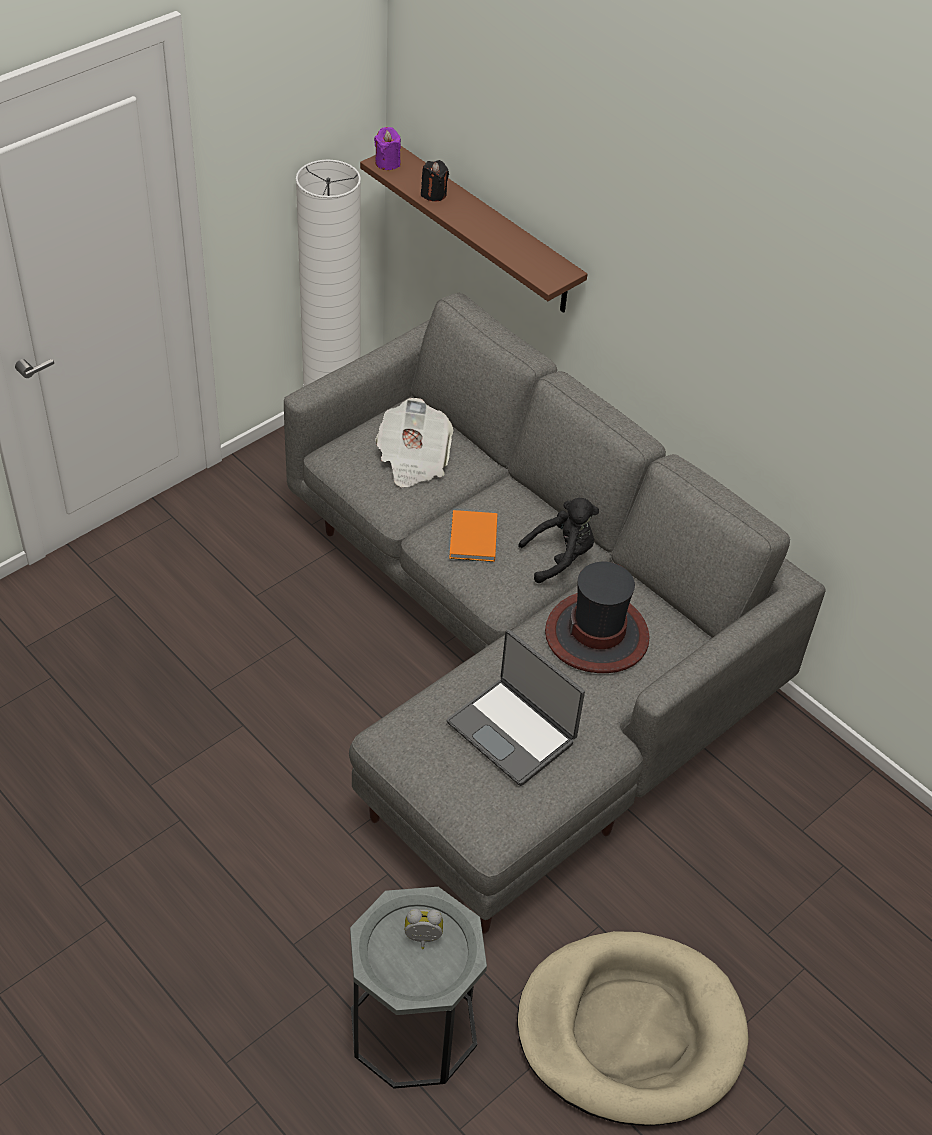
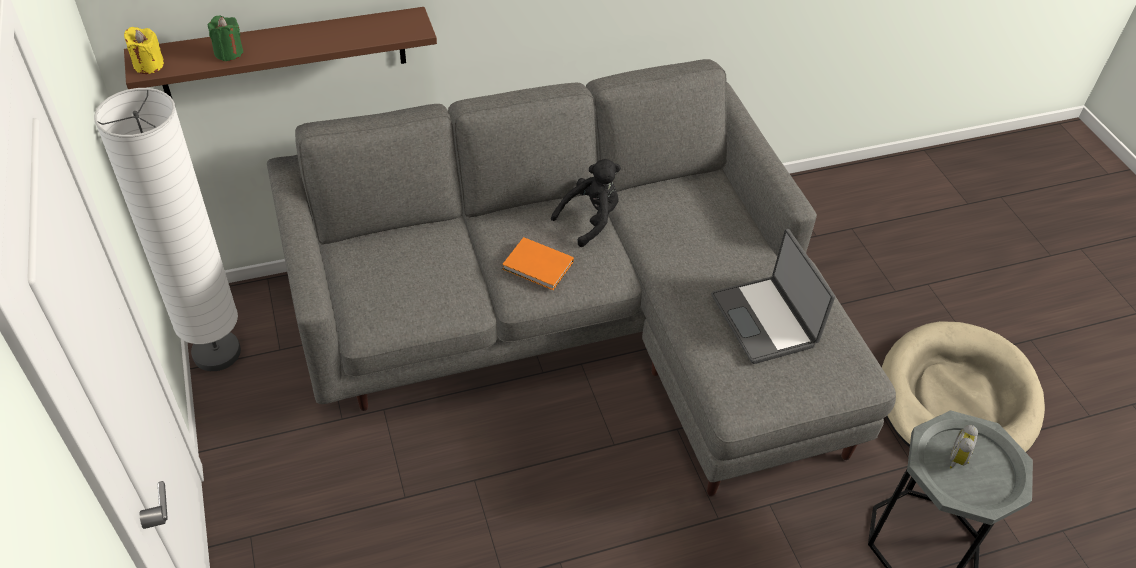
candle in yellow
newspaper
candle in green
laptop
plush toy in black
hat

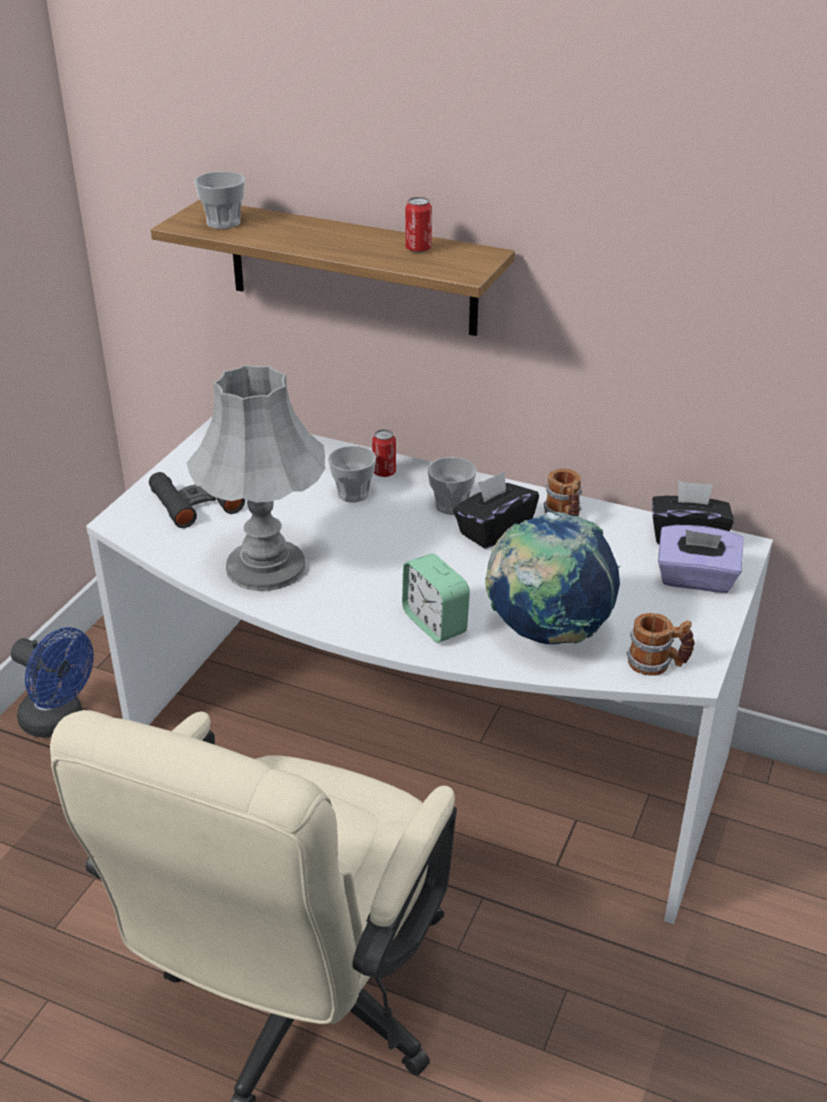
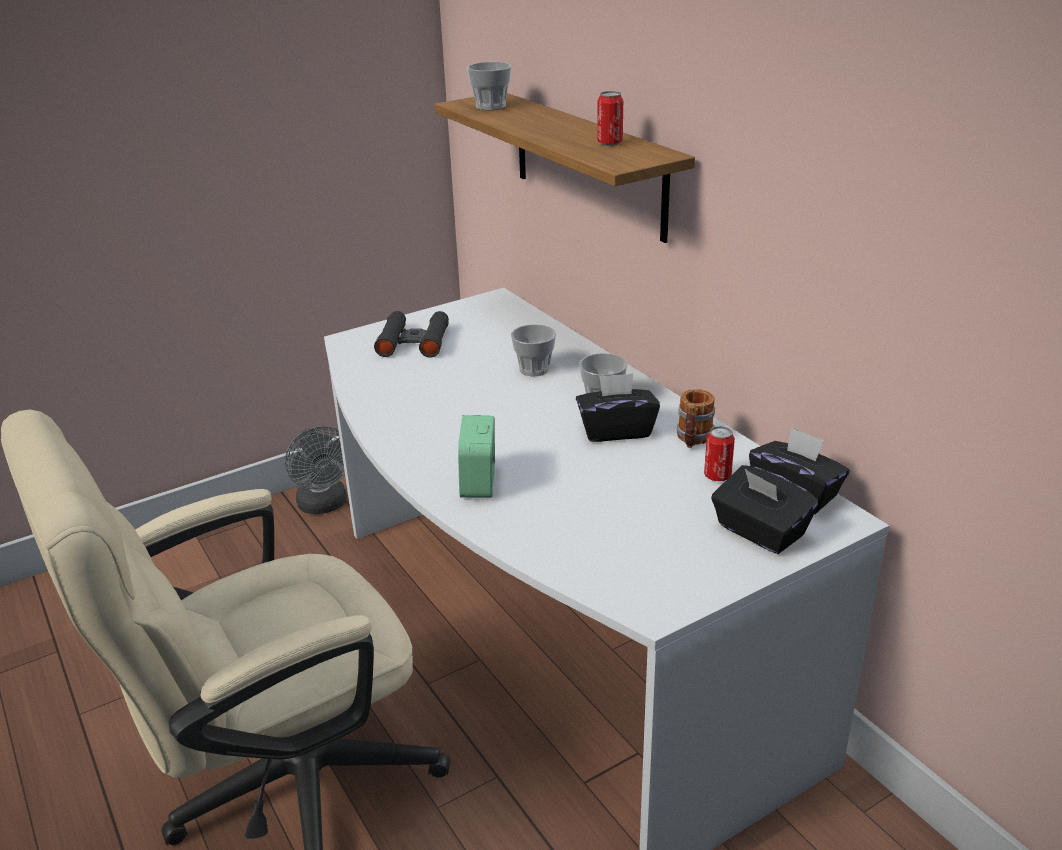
fan in grey
table lamp in grey
can (2nd from left)
globe
mug (2nd from left in the first image)
tissue box in black (2nd from left)

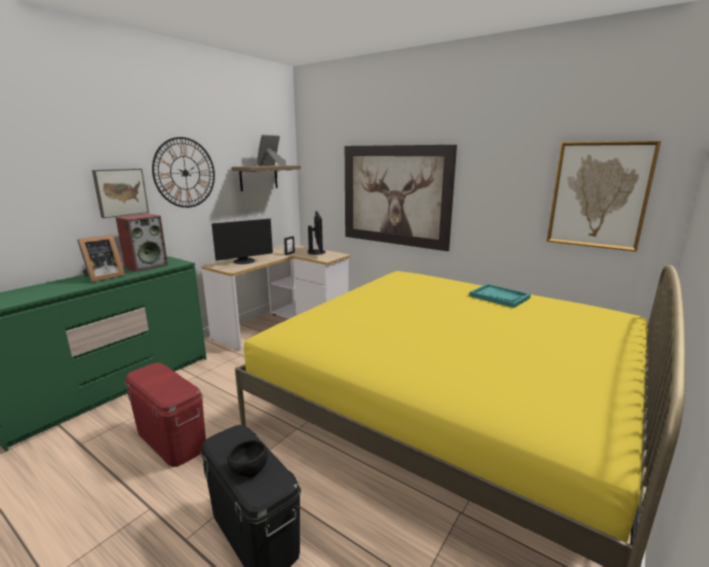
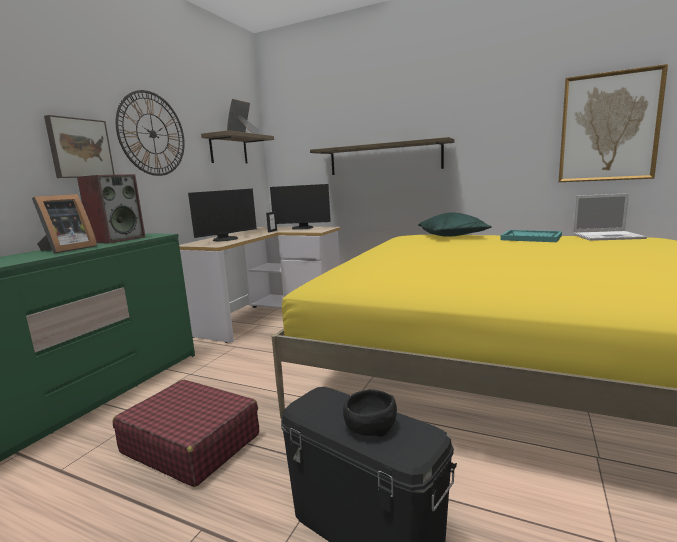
suitcase in red
monitor (2nd from left)
shelf (2nd from left)
pillow in green
laptop

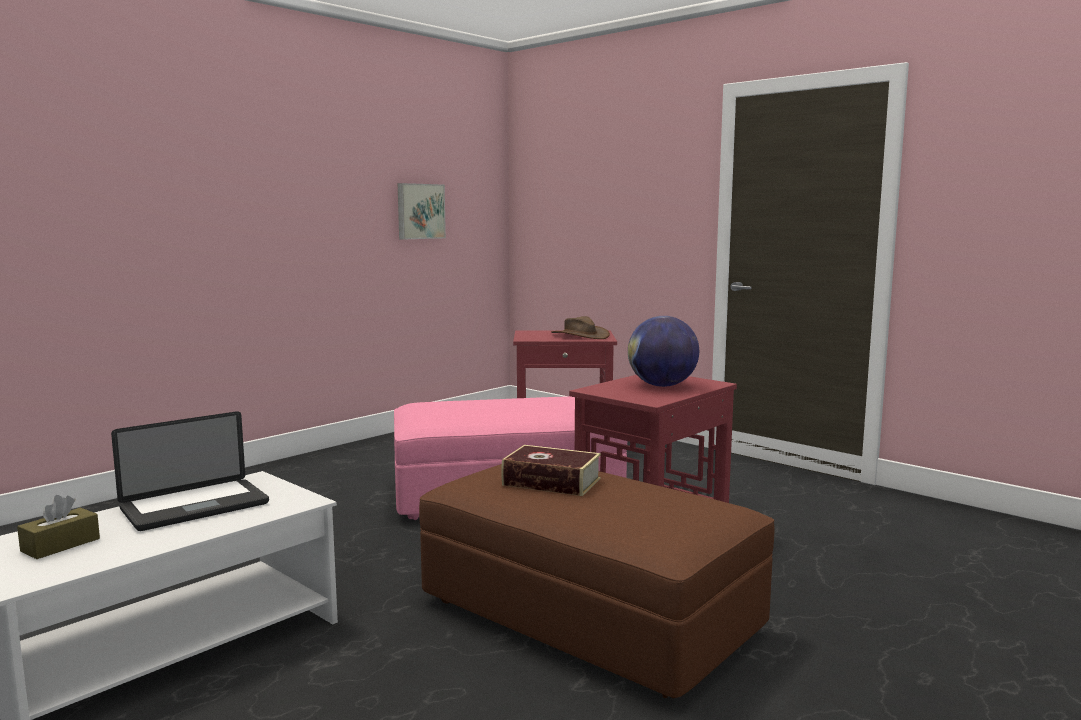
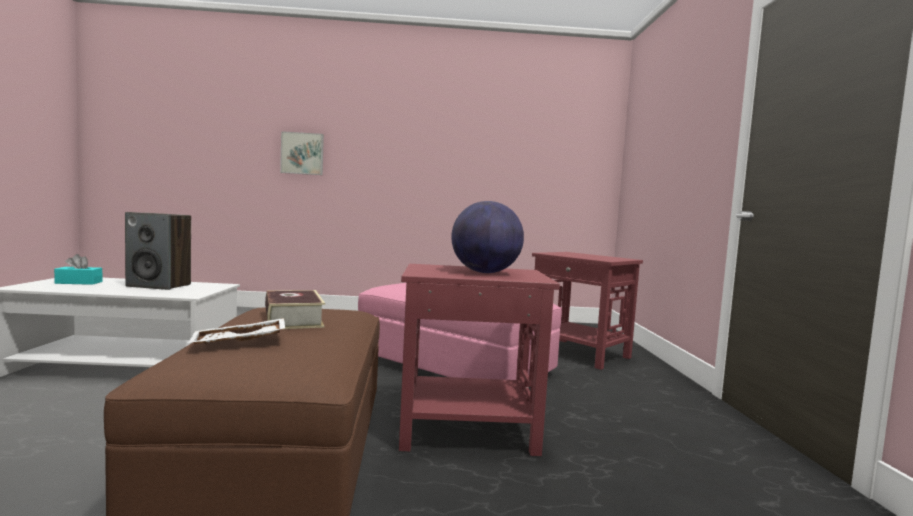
tissue box in turquoise
speaker
picture
hat in brown
tray in white

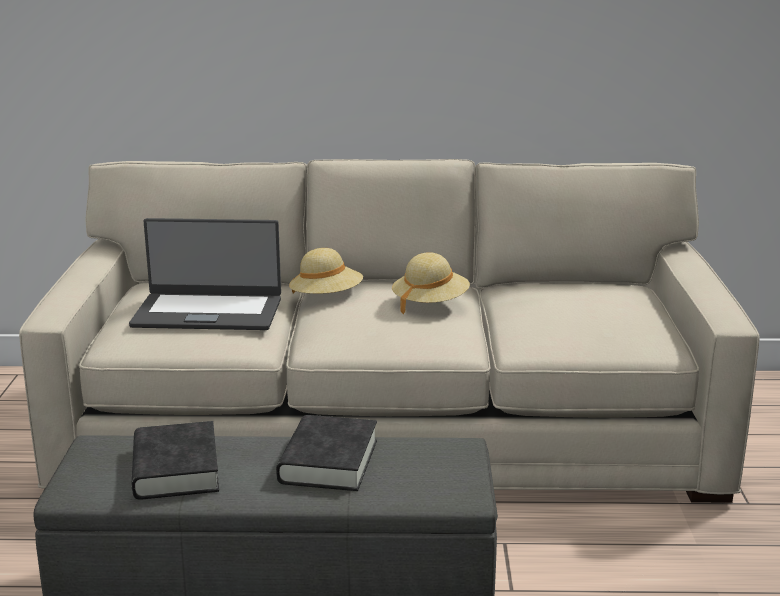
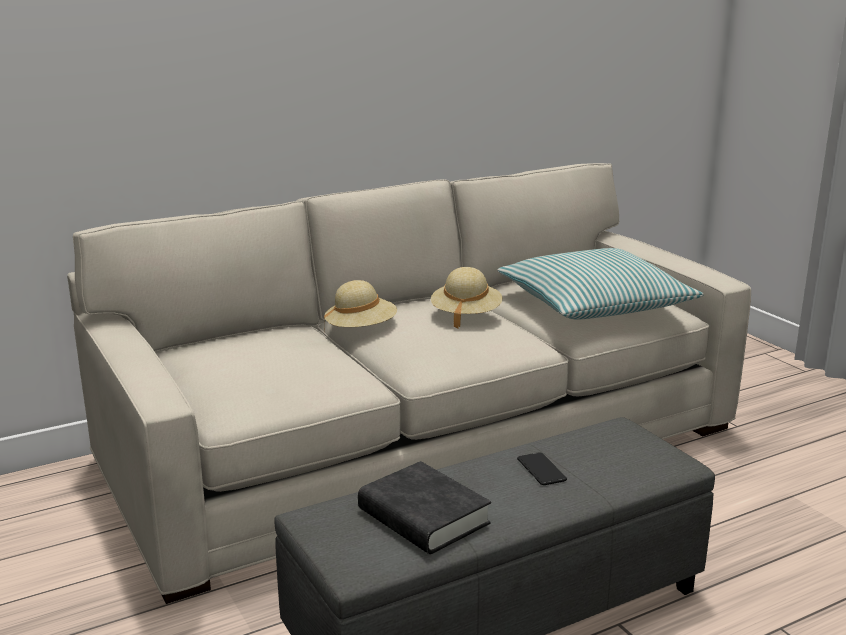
laptop
phone
pillow

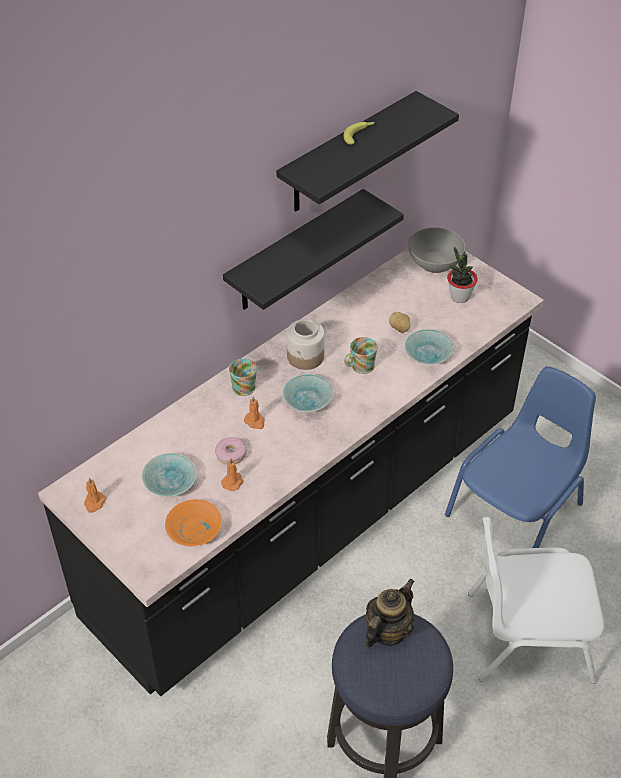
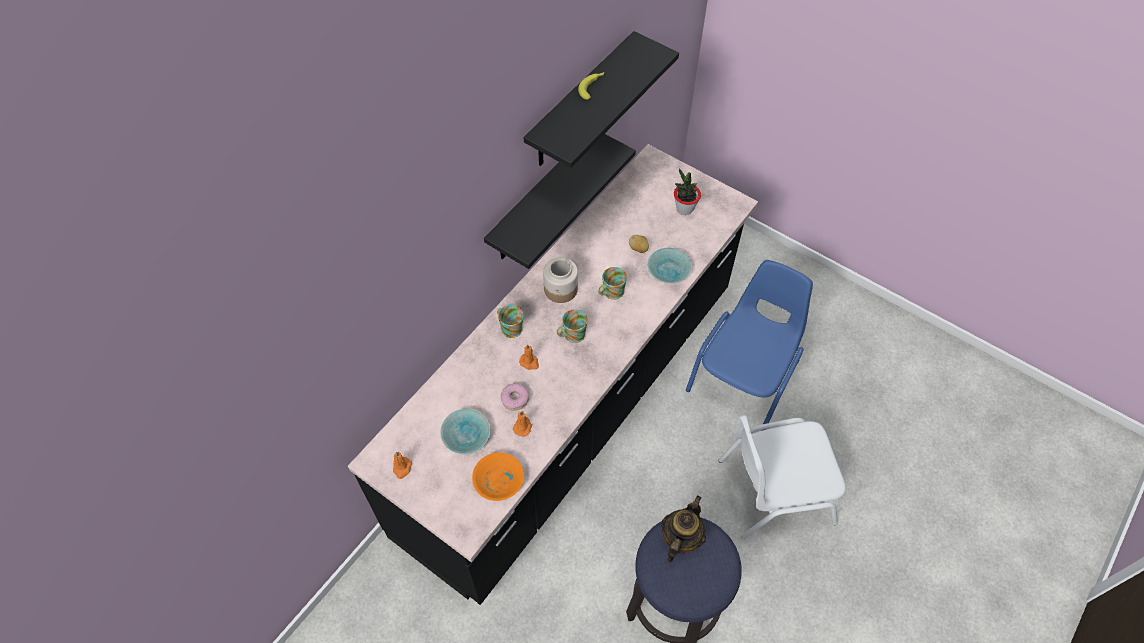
mug (2nd from left)
bowl in grey

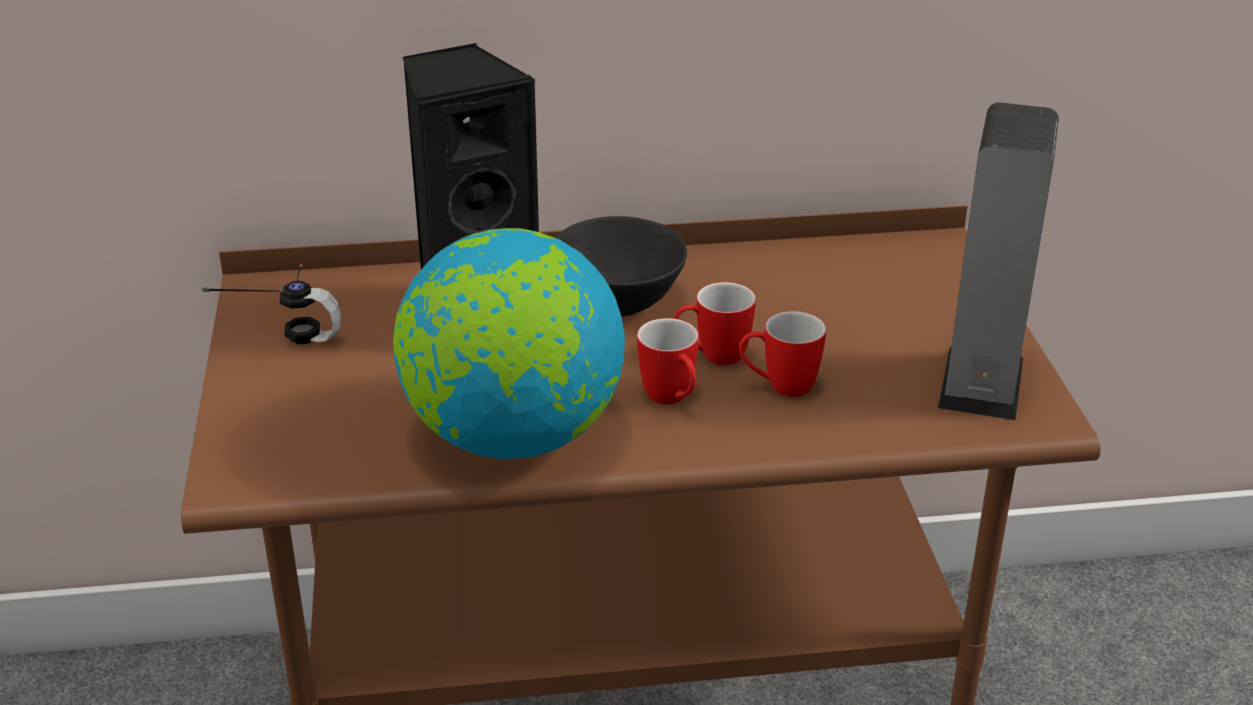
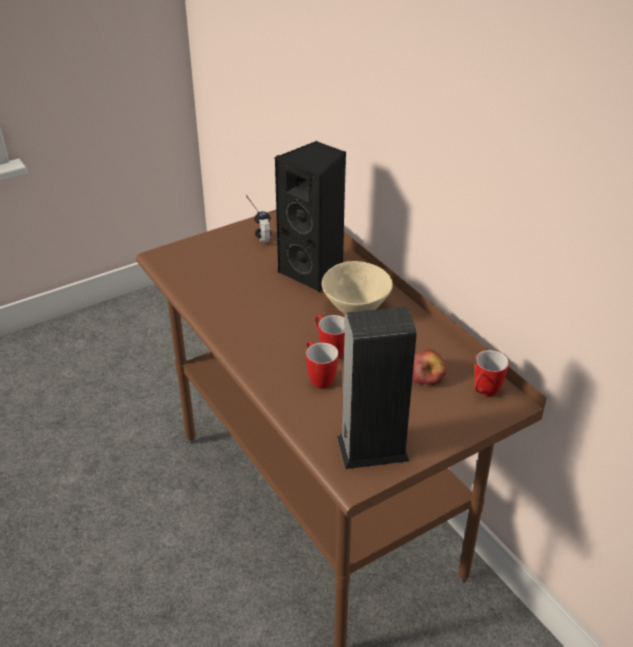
globe
bowl in beige
mug (3rd from left)
apple

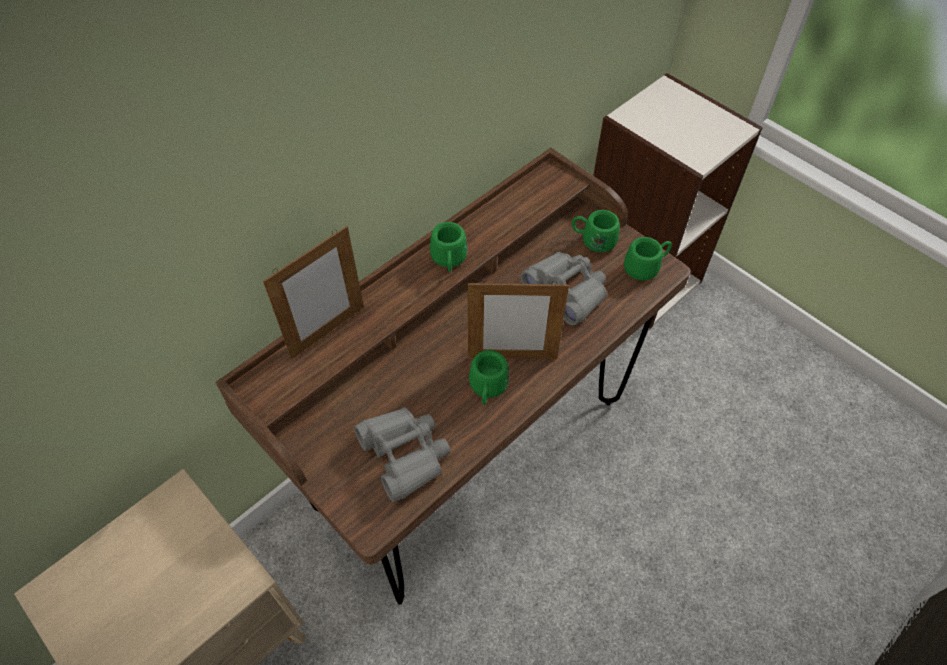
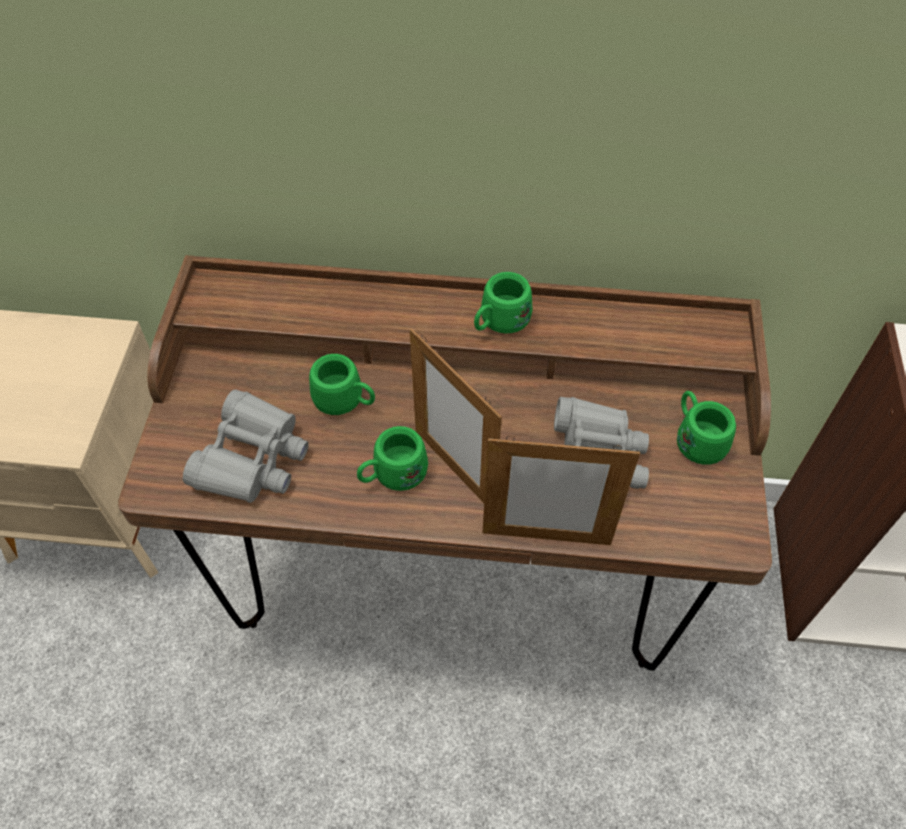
picture frame (2nd from left)
mug in green (1st from left)

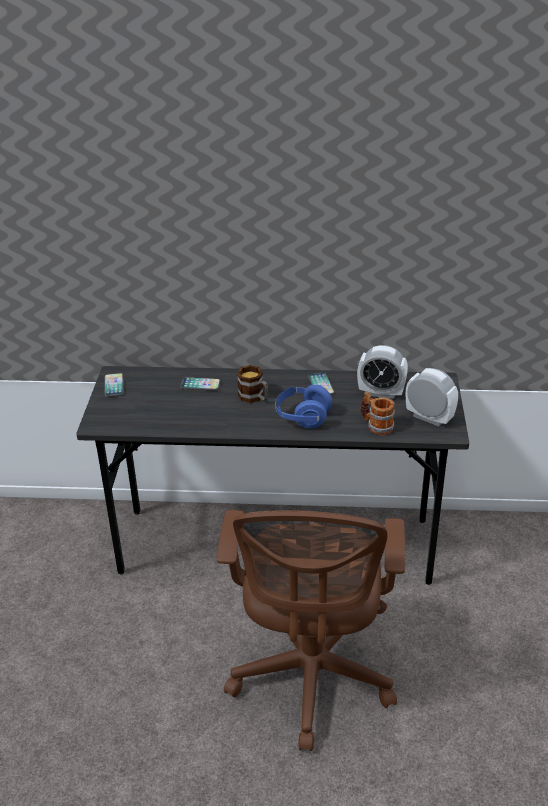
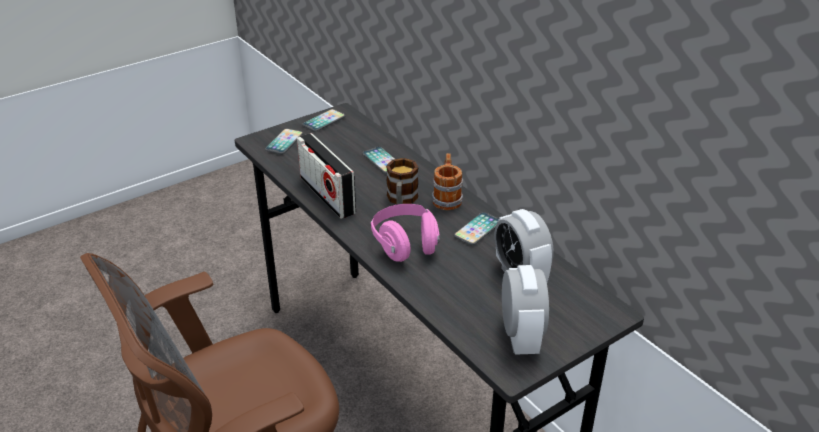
headphones in pink
mug (2nd from left)
phone (1st from left)
radio

